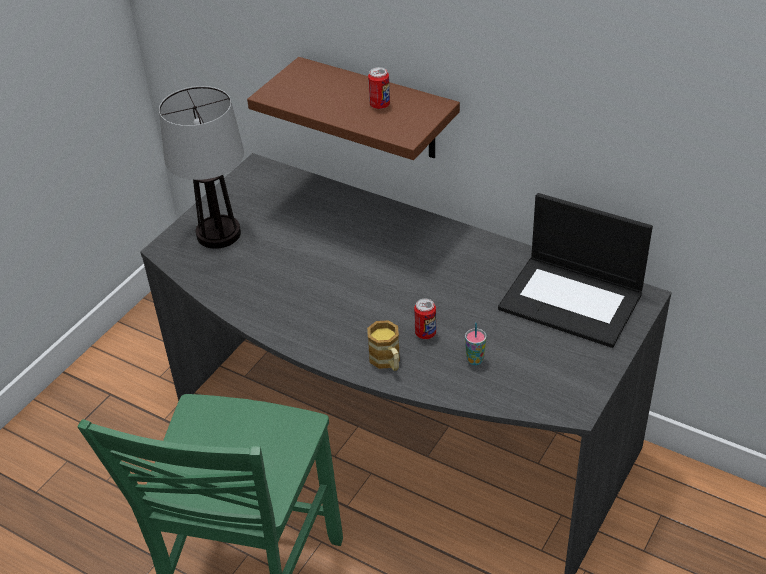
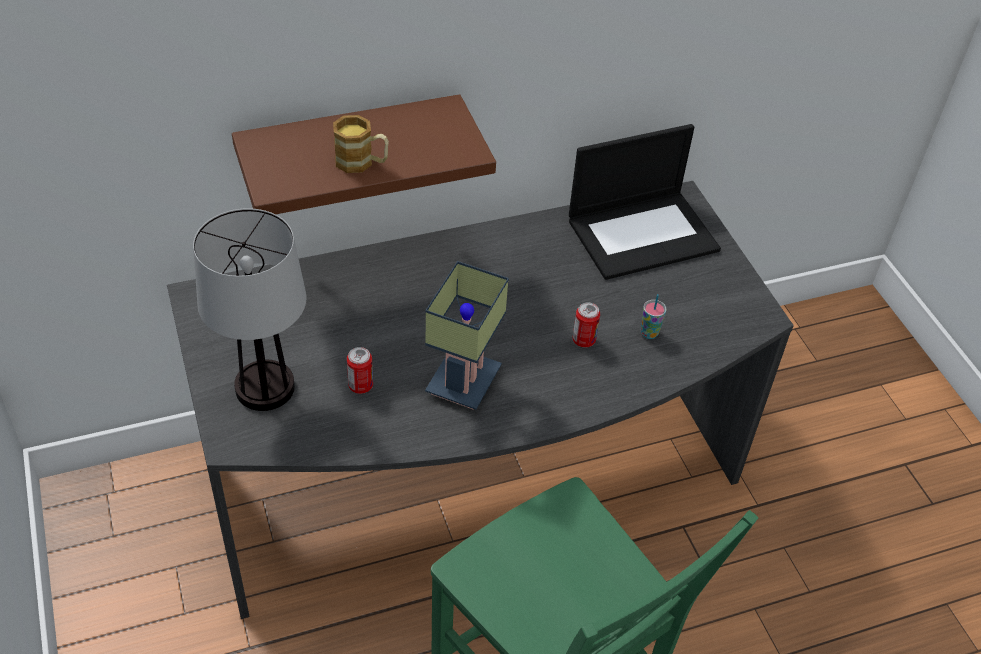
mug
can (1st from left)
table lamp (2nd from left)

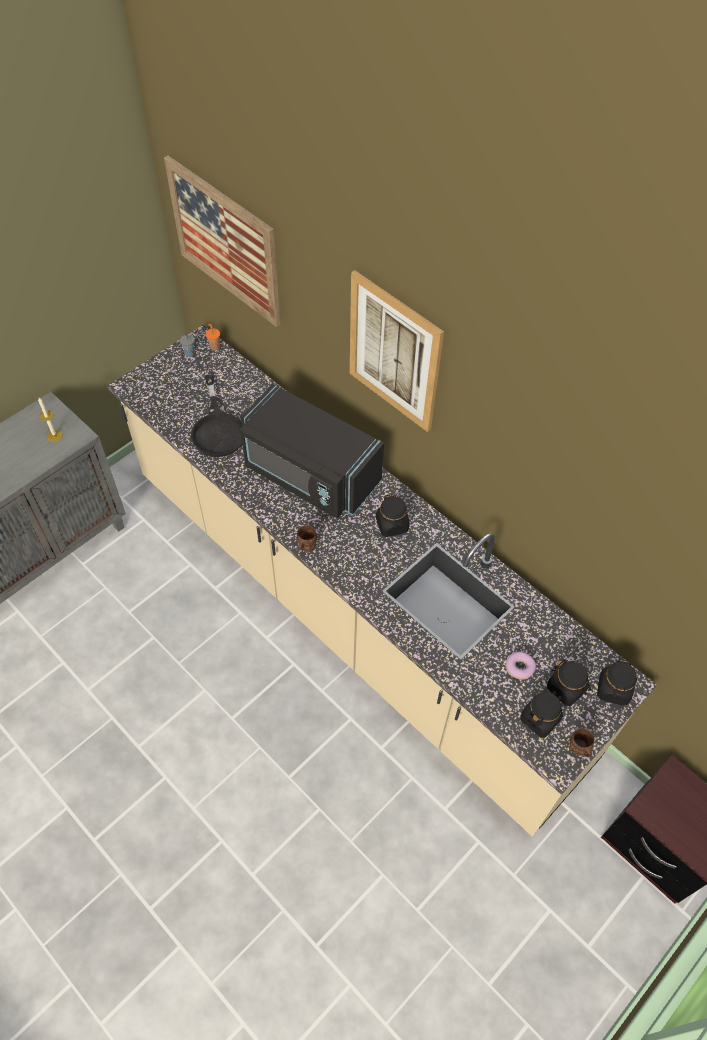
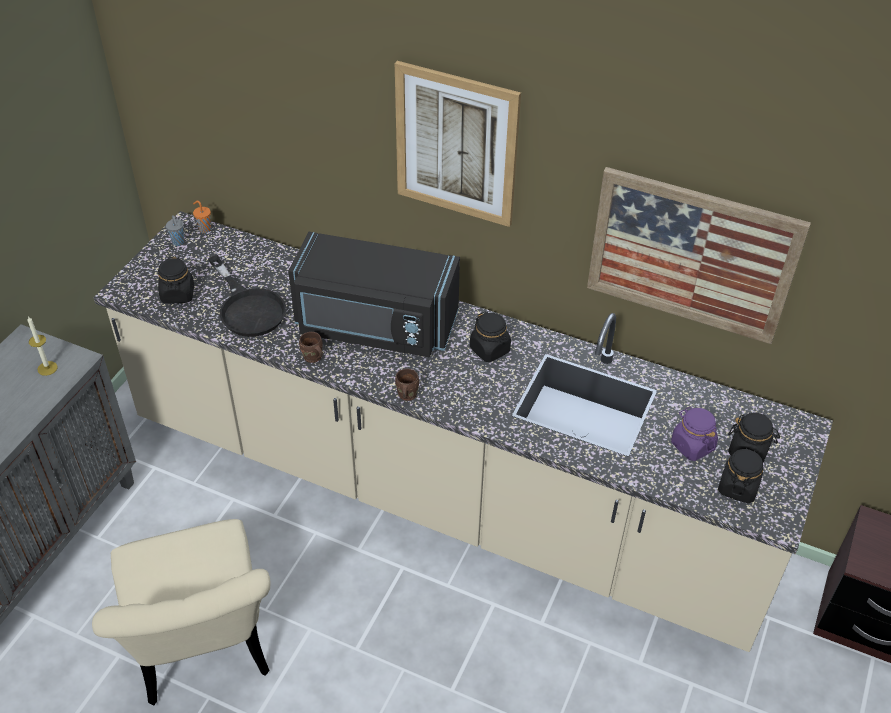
picture (2nd from left)
jar in purple
mug in brown (1st from left)
jar in black (1st from left)
chair in beige

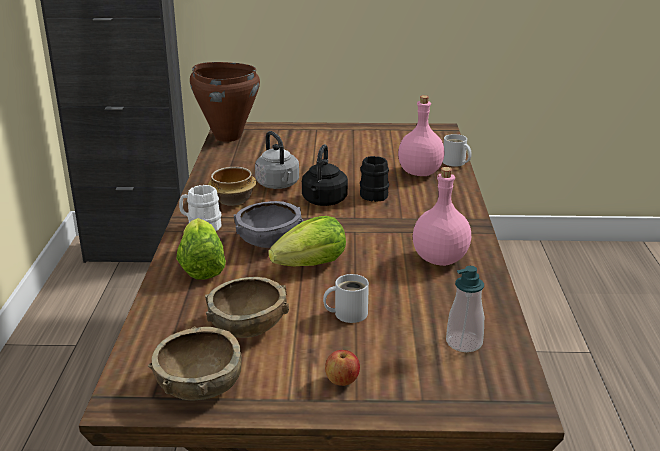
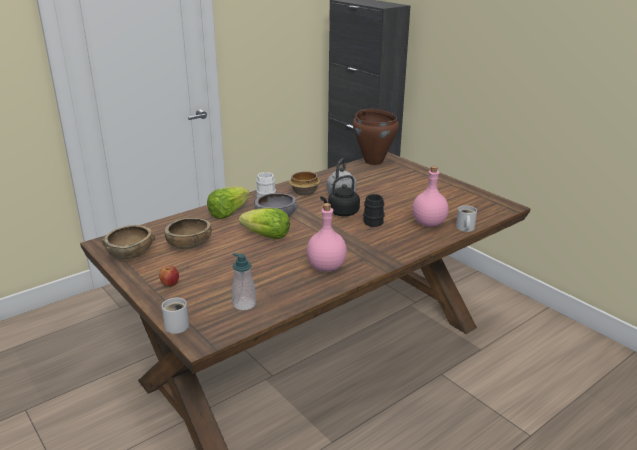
mug in white (1st from left)

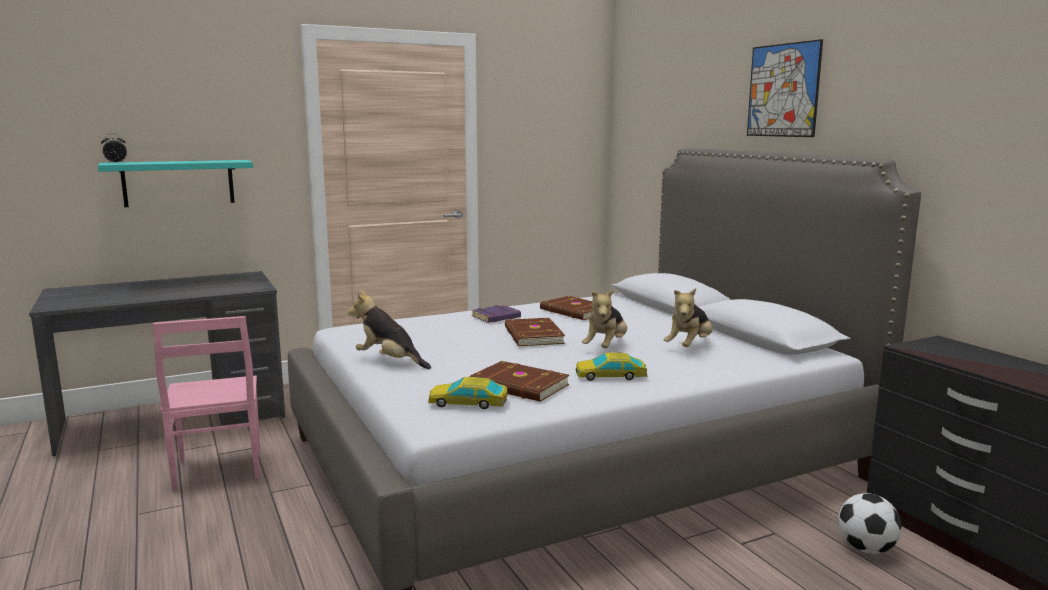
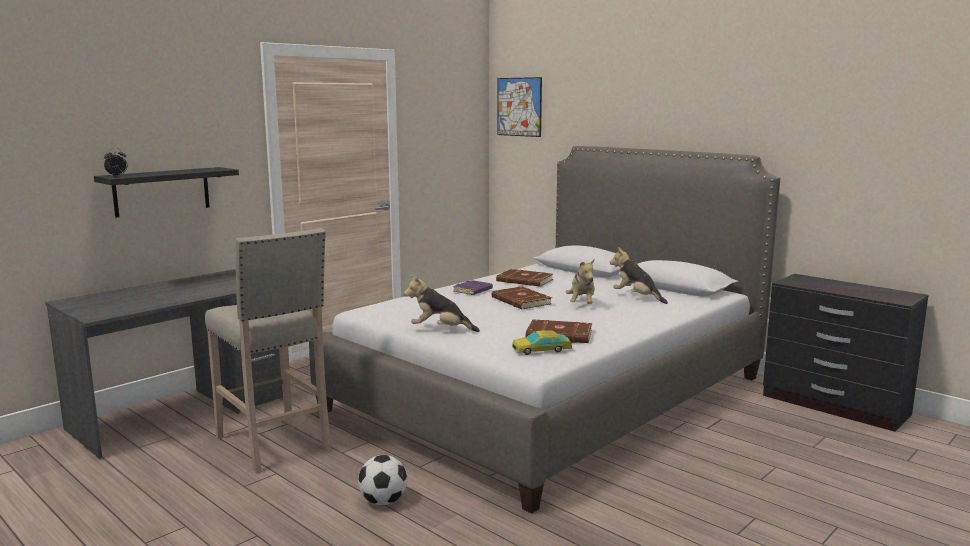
shelf in black
stool in beige
toy car (2nd from left in the first image)
plush toy (3rd from left)
picture
football

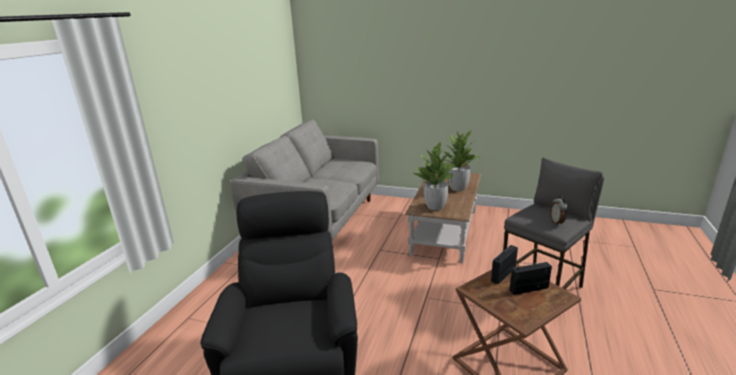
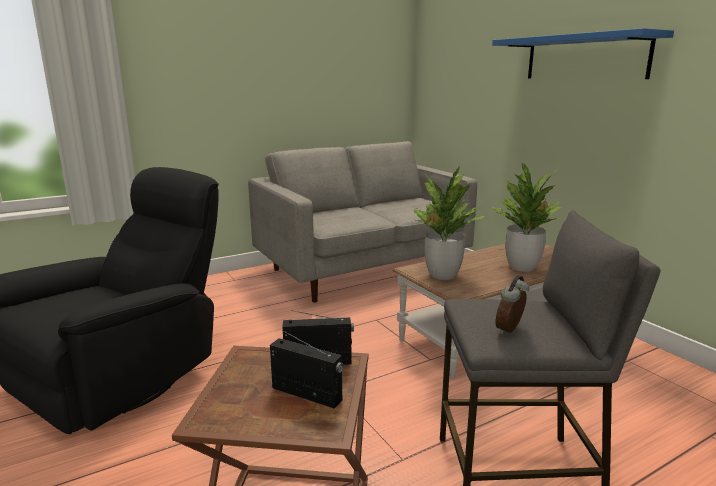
shelf in blue

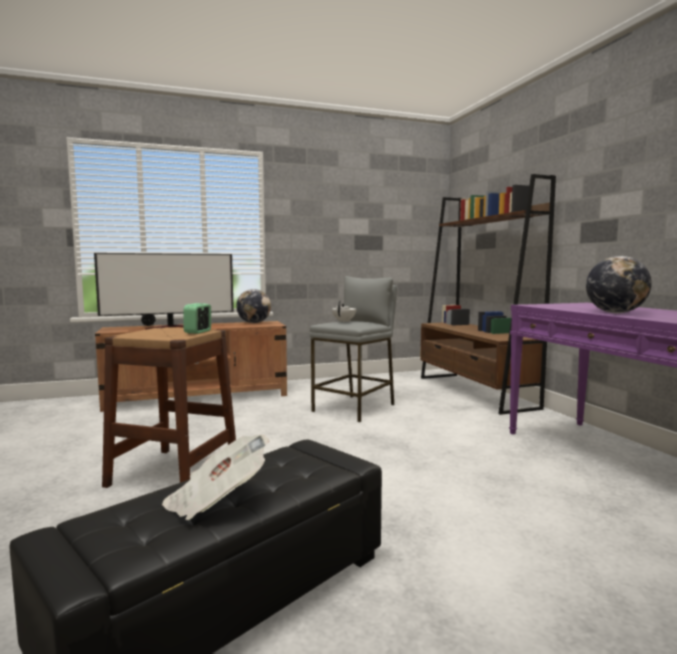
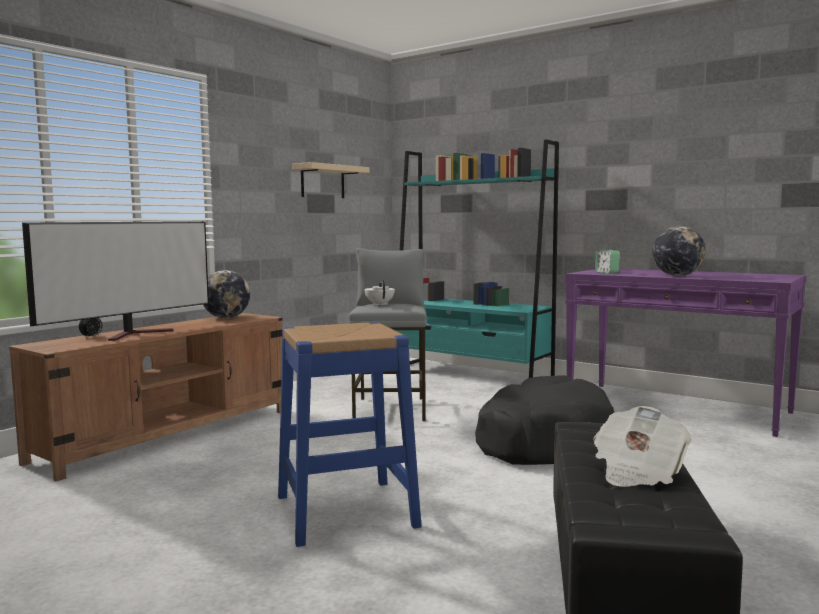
stool in blue
alarm clock (2nd from left)
bookcase in turquoise
shelf in beige
dog bed in black

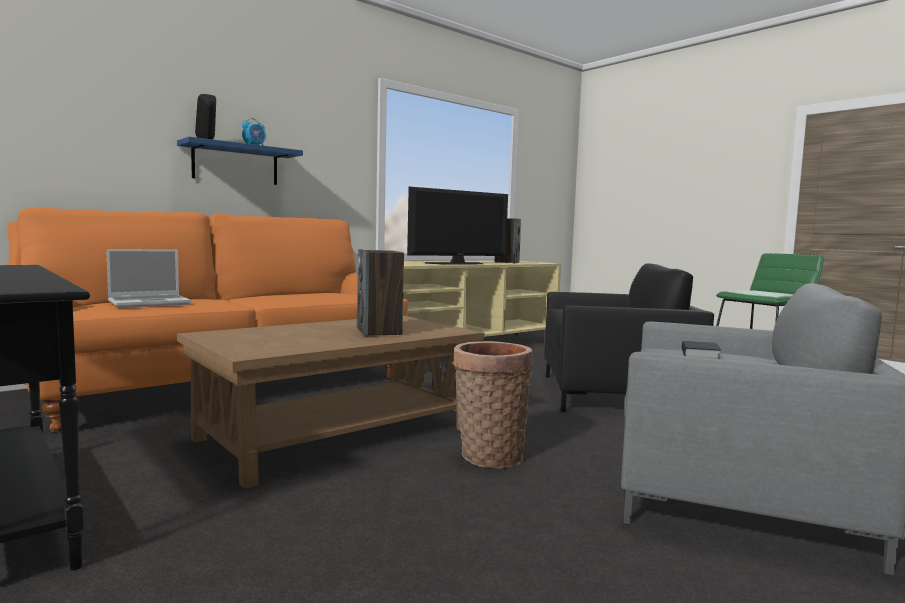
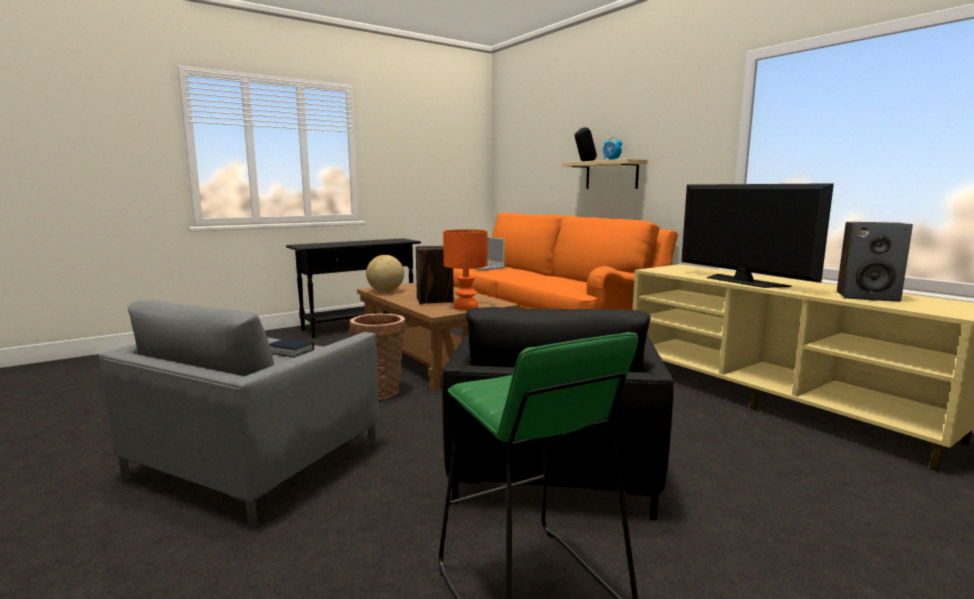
shelf in beige
globe
table lamp in orange

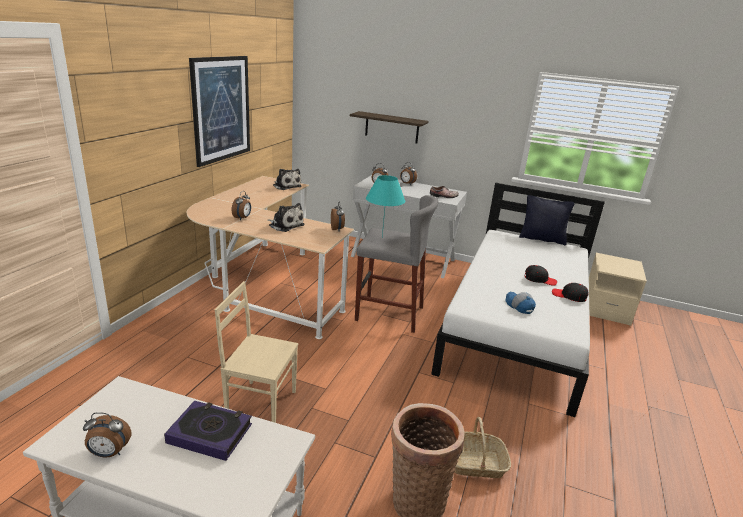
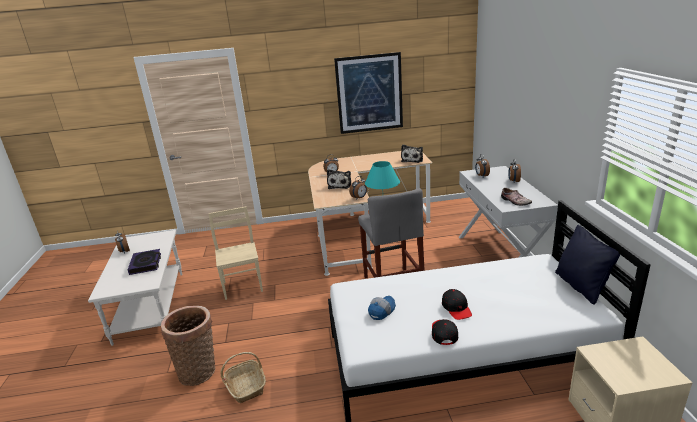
shelf

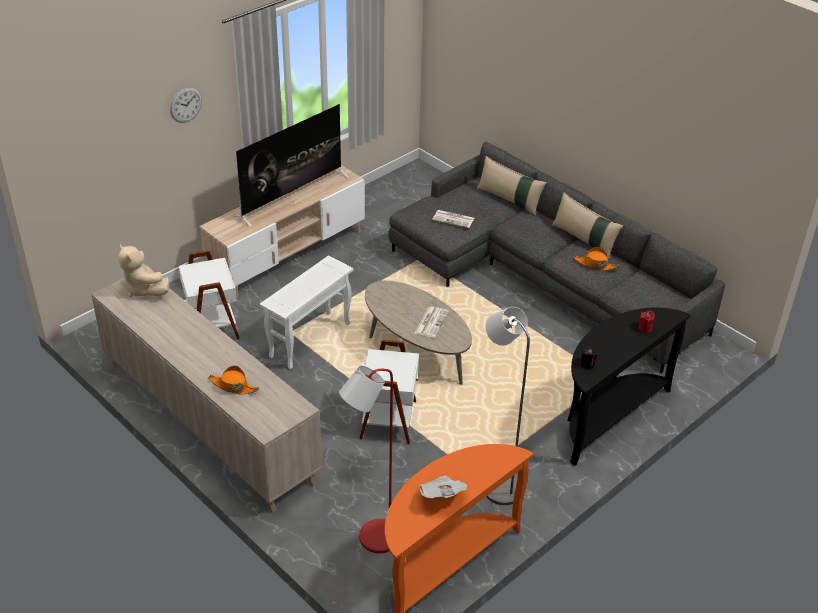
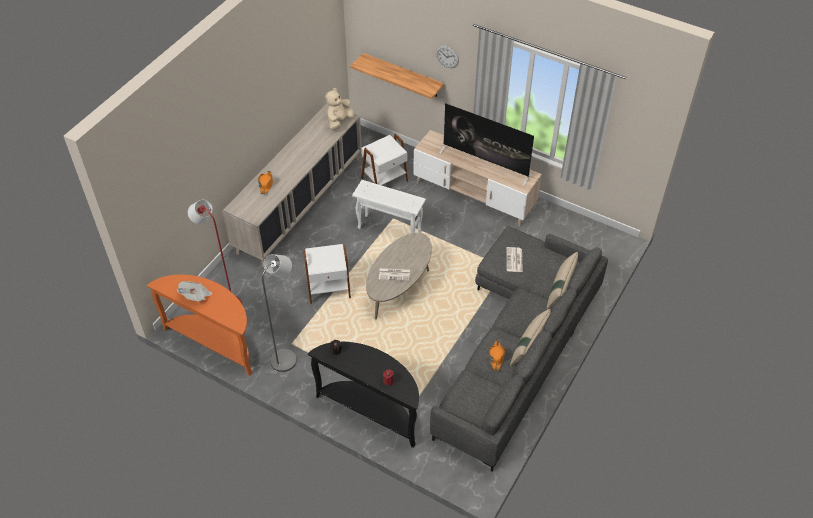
shelf

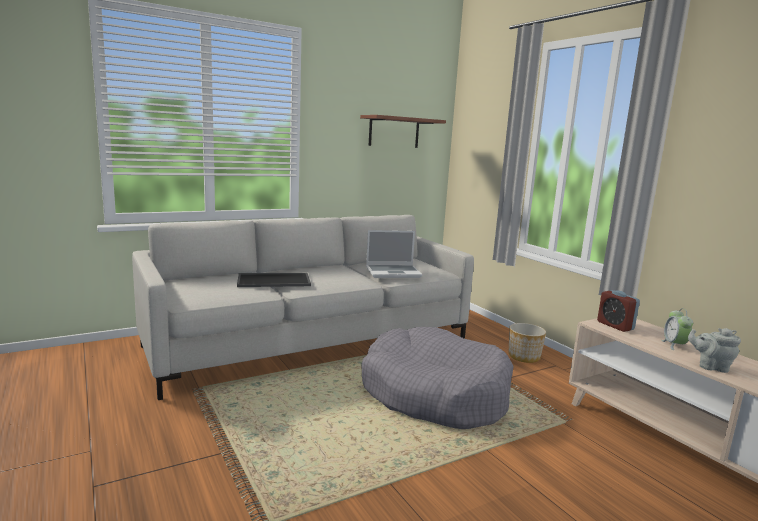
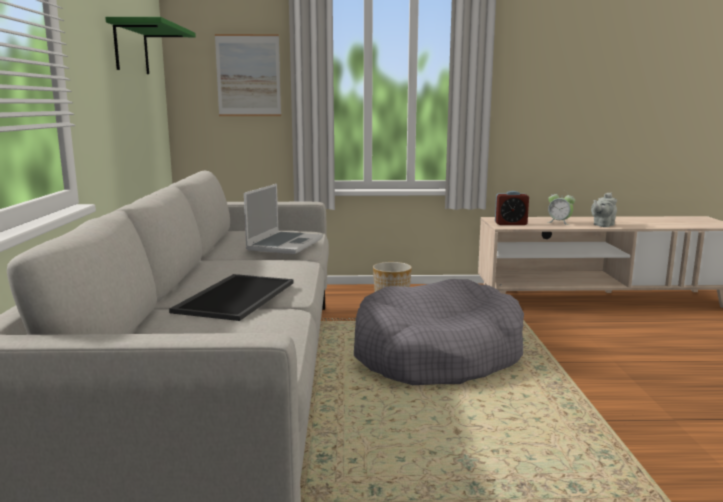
shelf in green
picture

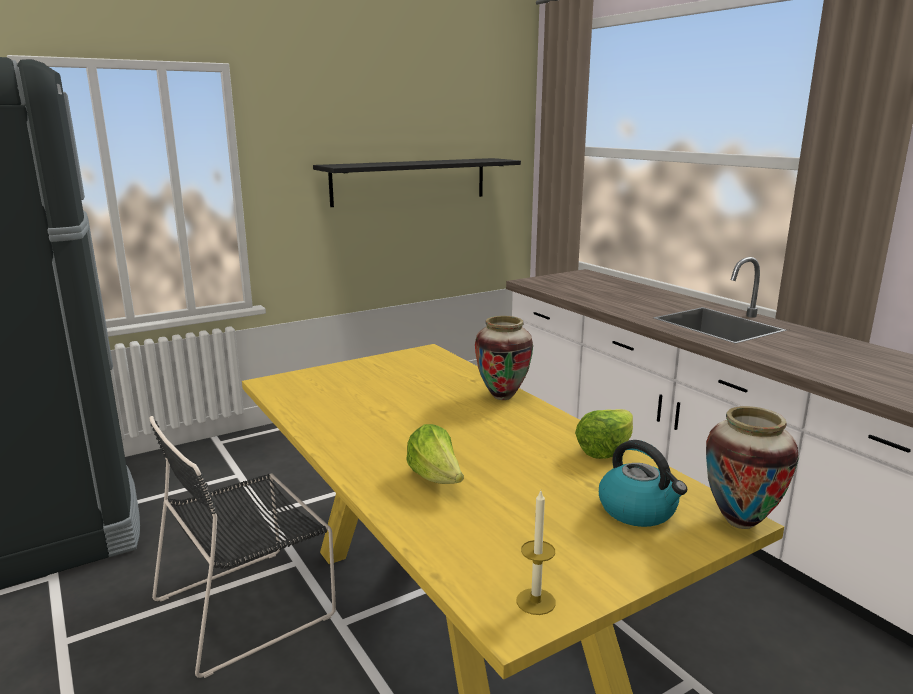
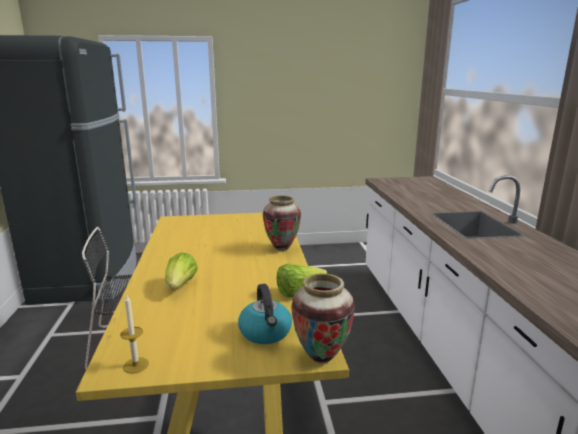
shelf in black

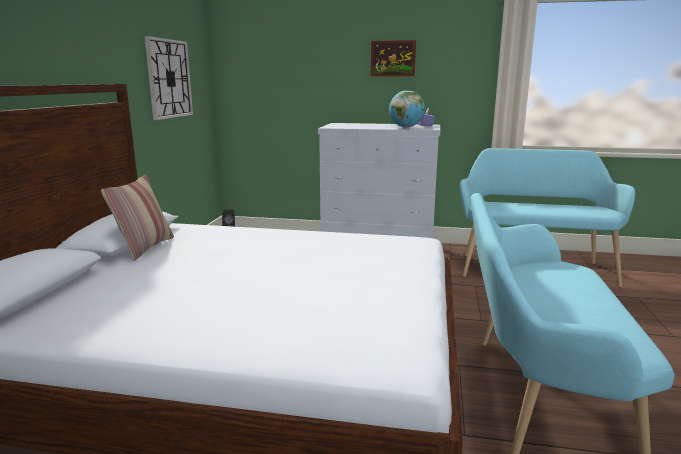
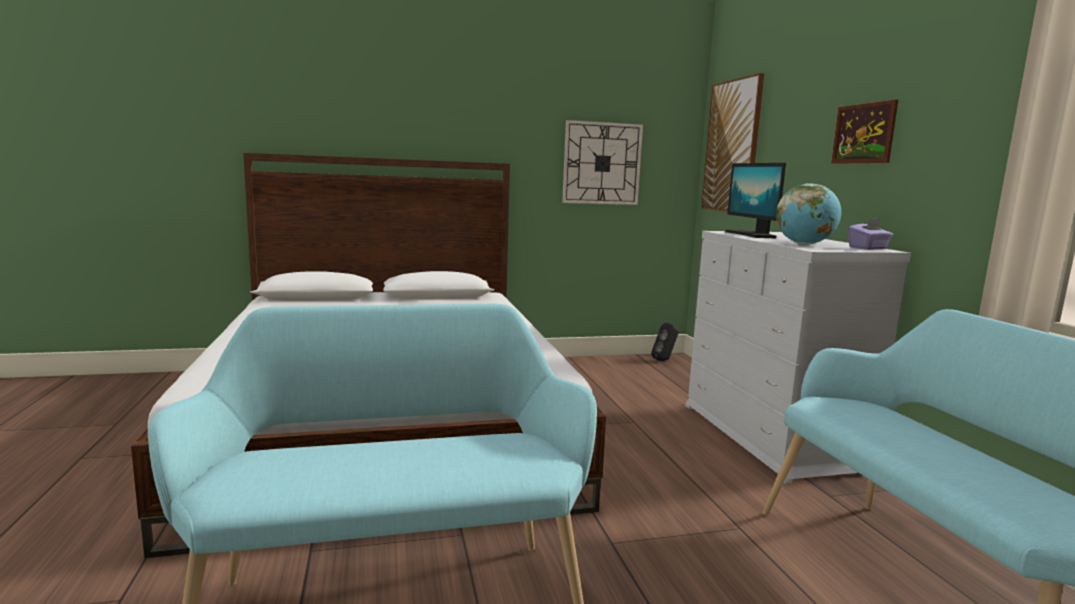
pillow
picture (1st from left)
monitor

